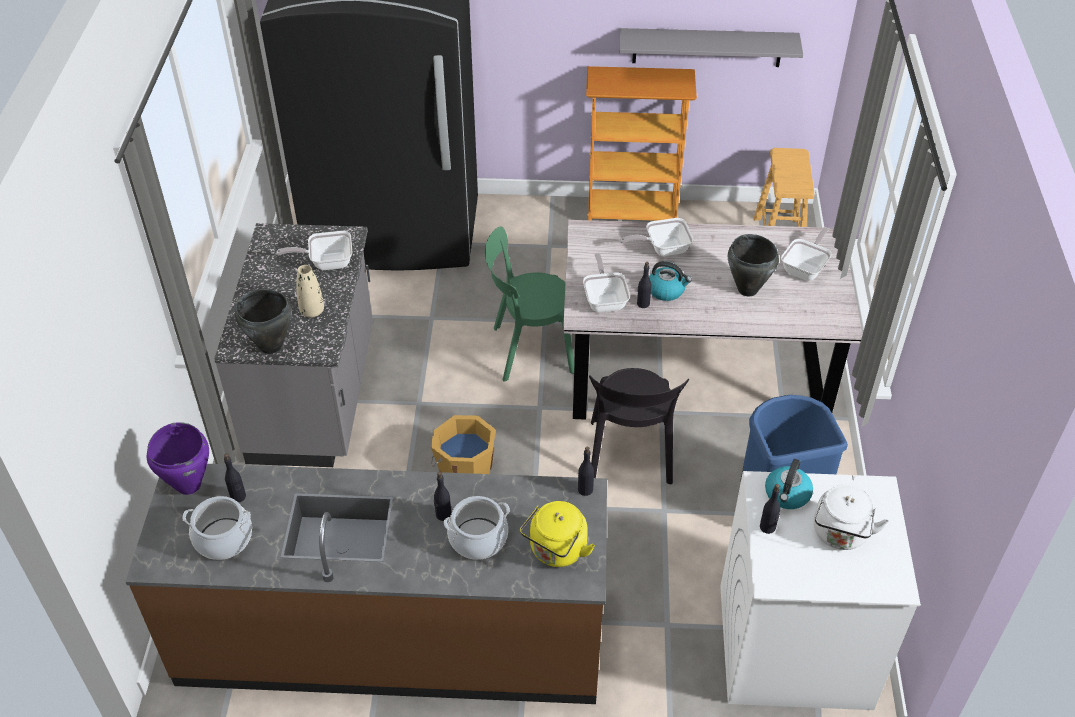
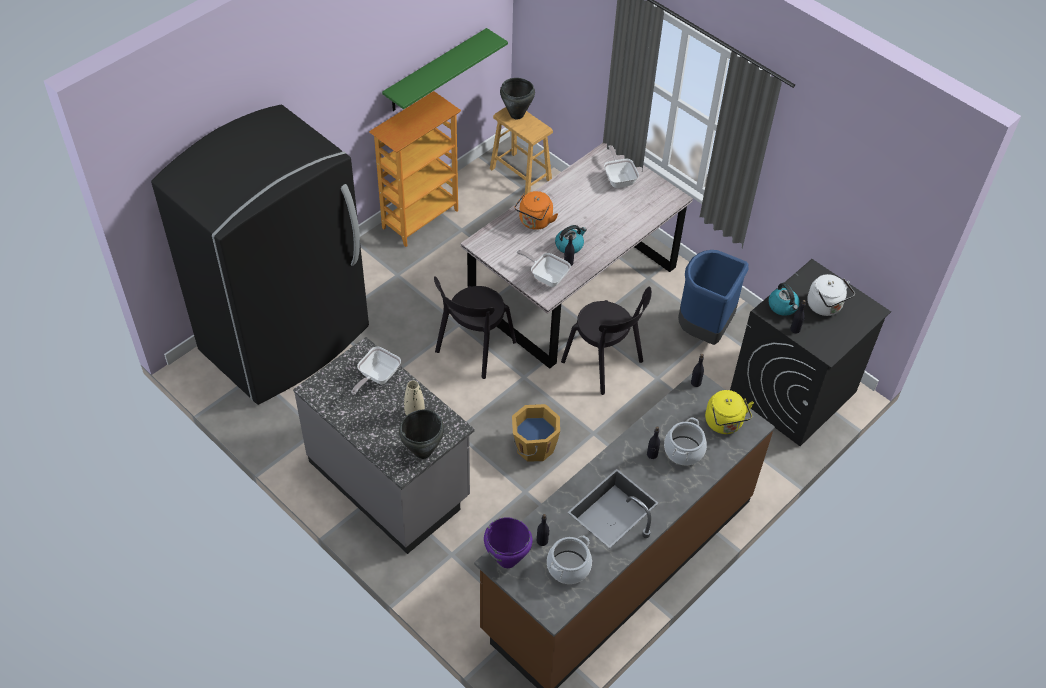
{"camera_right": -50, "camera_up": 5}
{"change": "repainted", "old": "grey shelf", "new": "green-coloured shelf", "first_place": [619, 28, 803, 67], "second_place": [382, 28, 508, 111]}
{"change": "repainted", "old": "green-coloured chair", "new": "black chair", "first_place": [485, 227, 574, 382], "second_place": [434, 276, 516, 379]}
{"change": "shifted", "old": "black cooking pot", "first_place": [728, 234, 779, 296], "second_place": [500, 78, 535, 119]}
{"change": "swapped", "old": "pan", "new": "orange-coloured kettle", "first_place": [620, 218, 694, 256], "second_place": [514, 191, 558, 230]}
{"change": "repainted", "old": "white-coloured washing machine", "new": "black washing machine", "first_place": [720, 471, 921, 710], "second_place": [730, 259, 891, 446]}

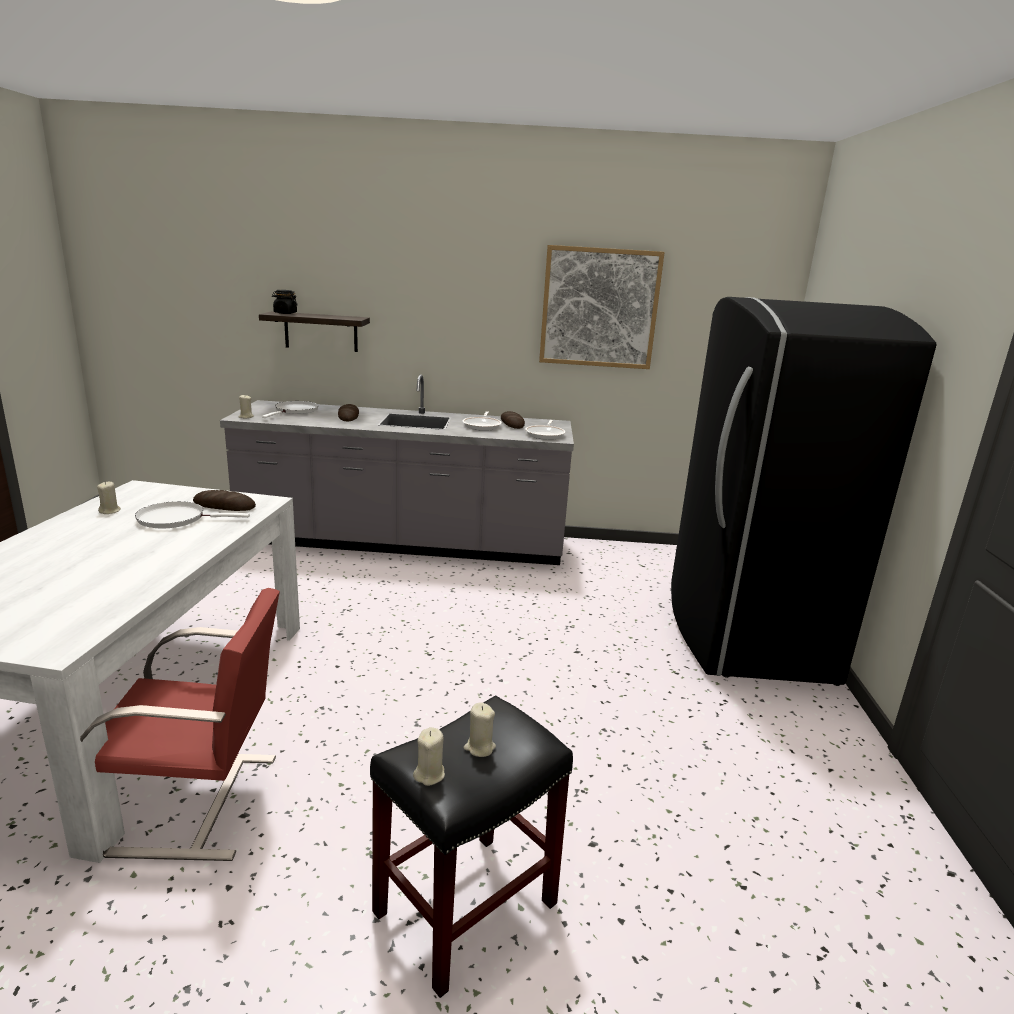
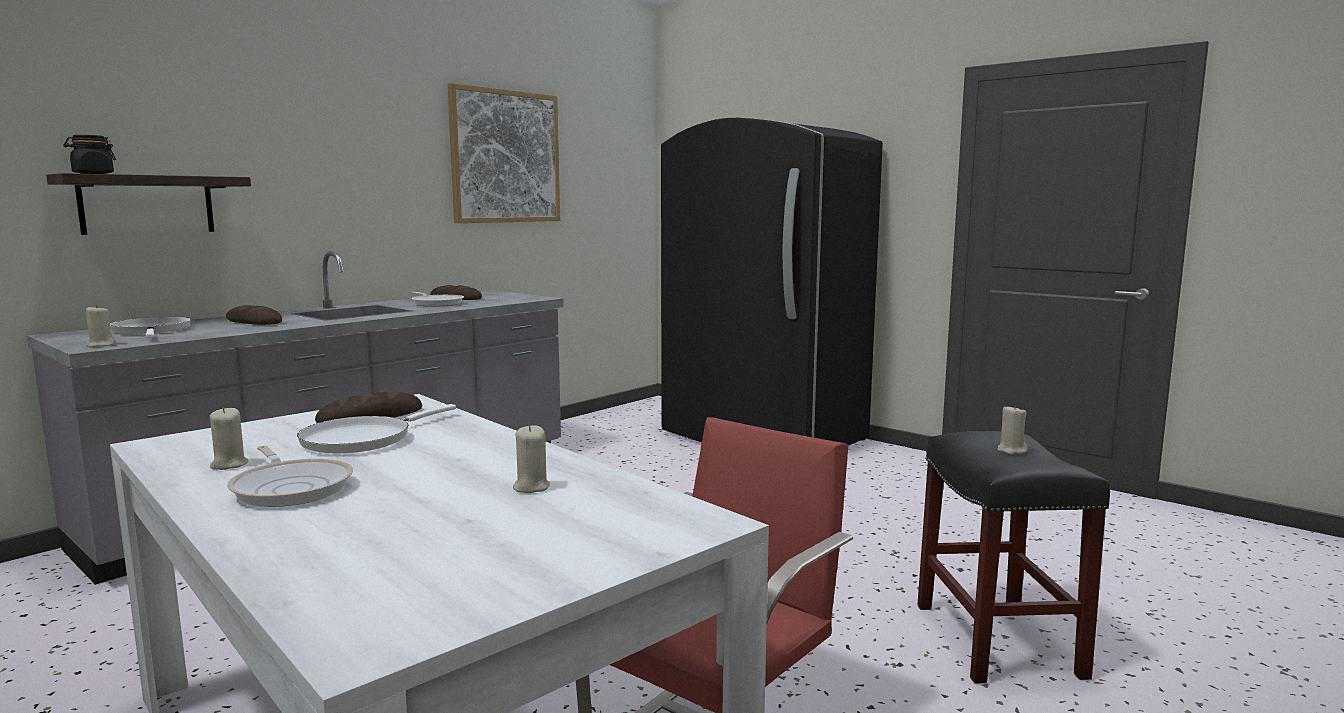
{"camera_right": -50, "camera_up": -10}
{"change": "shifted", "old": "pan", "first_place": [525, 420, 566, 440], "second_place": [227, 446, 353, 507]}
{"change": "shifted", "old": "beige-coloured wax candle", "first_place": [413, 727, 445, 786], "second_place": [513, 425, 550, 493]}

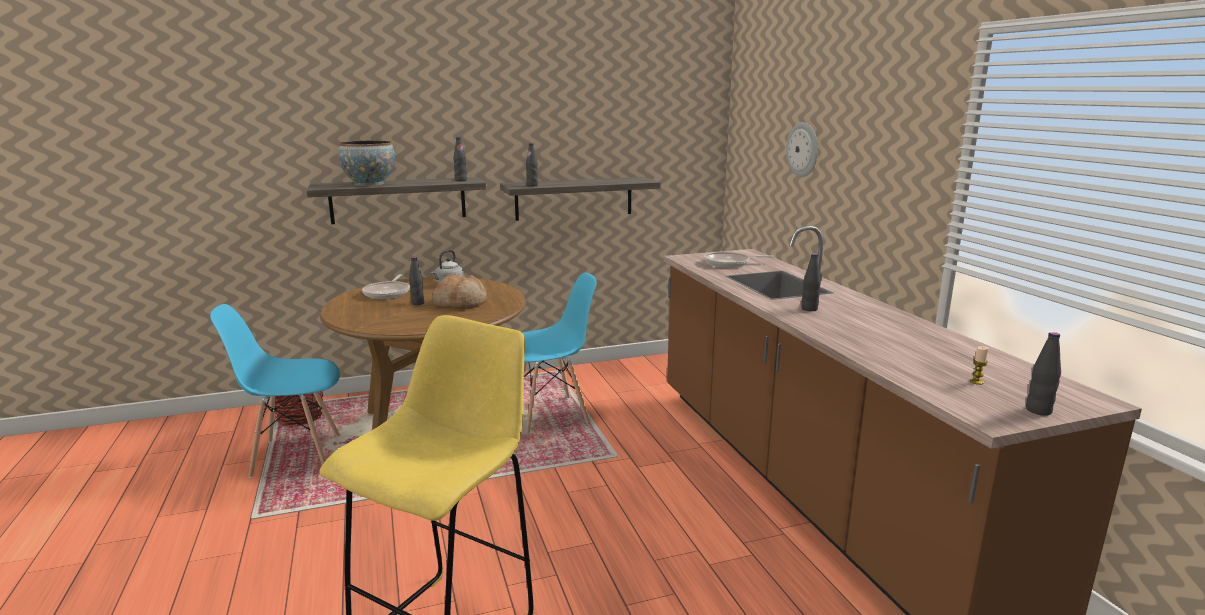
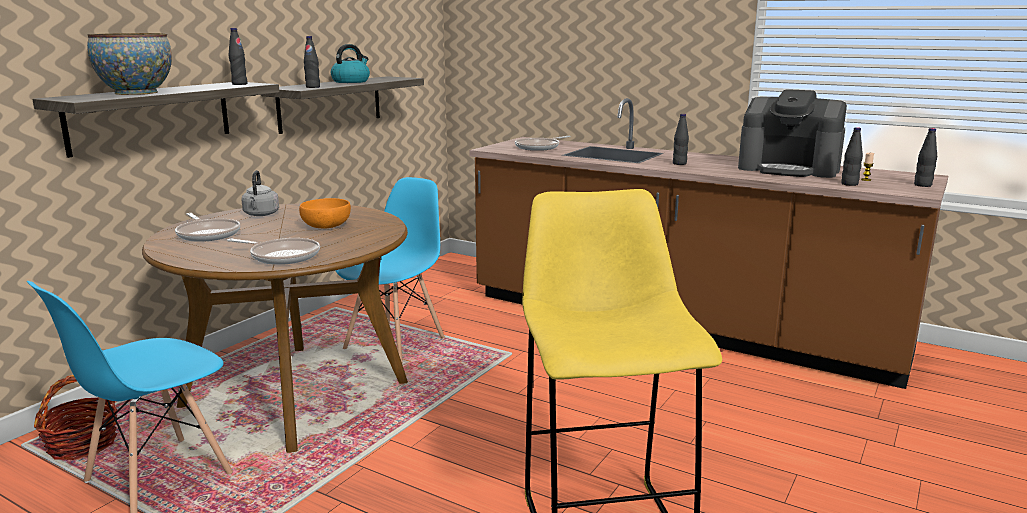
{"camera_right": -40, "camera_up": 0}
{"change": "new", "new": "pan", "second_place": [227, 238, 320, 265]}
{"change": "swapped", "old": "bakery bread", "new": "orange-coloured serving bowl", "first_place": [432, 275, 487, 309], "second_place": [299, 198, 351, 229]}
{"change": "new", "new": "kettle", "second_place": [331, 44, 370, 83]}
{"change": "new", "new": "coffee maker", "second_place": [738, 89, 847, 178]}
{"change": "shifted", "old": "black drink bottle", "first_place": [409, 257, 425, 305], "second_place": [841, 127, 863, 186]}
{"change": "gone", "old": "wall clock", "first_place": [786, 122, 818, 177]}

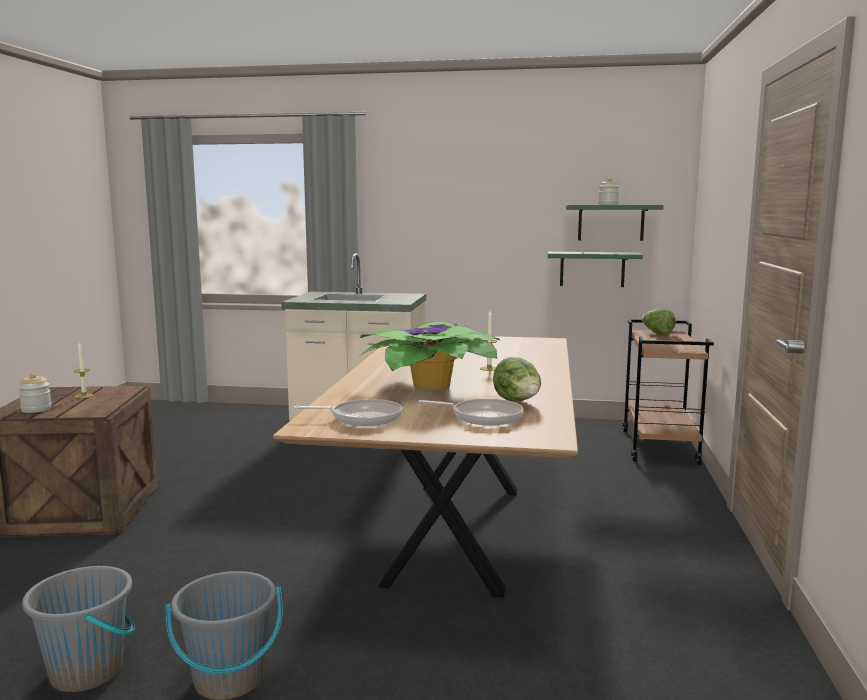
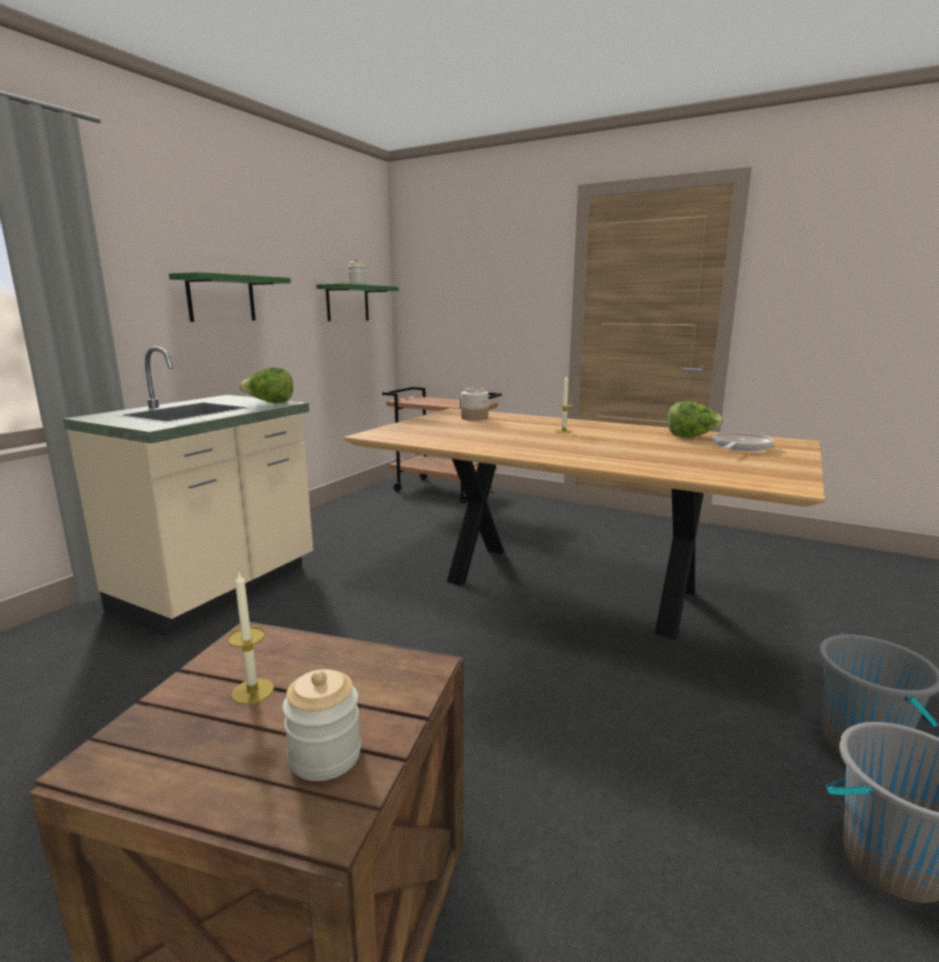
{"camera_right": -70, "camera_up": 5}
{"change": "shifted", "old": "green-coloured shelf", "first_place": [548, 252, 643, 287], "second_place": [169, 272, 291, 322]}
{"change": "shifted", "old": "lettuce", "first_place": [641, 308, 676, 335], "second_place": [239, 368, 293, 403]}
{"change": "new", "new": "preserve jar", "second_place": [461, 387, 489, 421]}
{"change": "gone", "old": "pan", "first_place": [294, 399, 403, 426]}
{"change": "gone", "old": "potted plant", "first_place": [360, 322, 500, 390]}

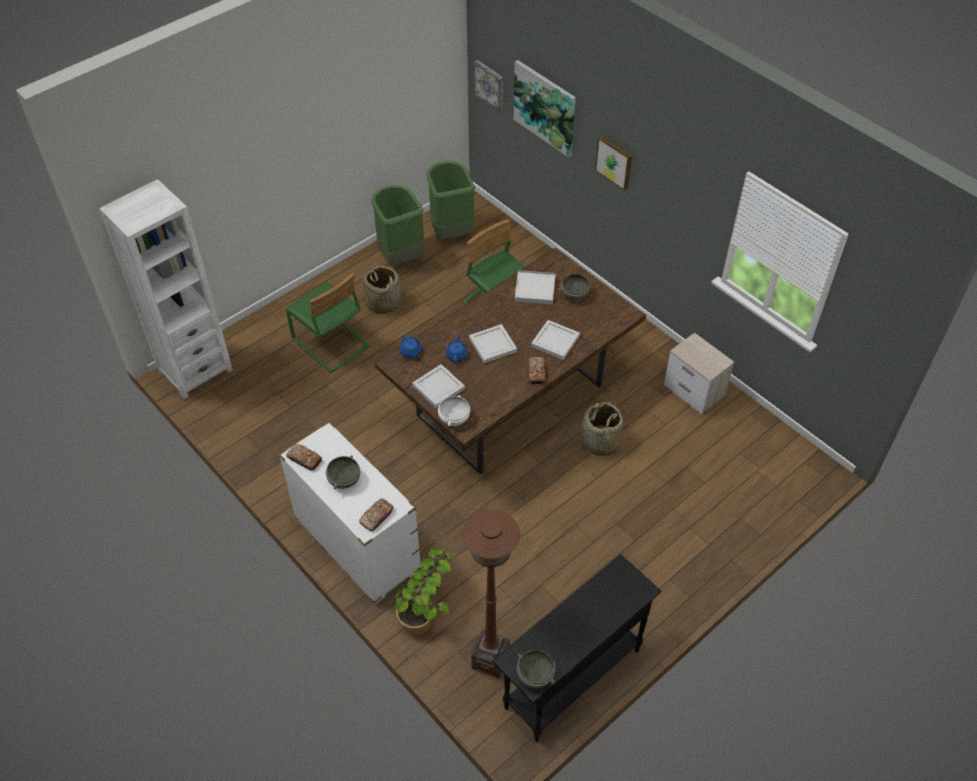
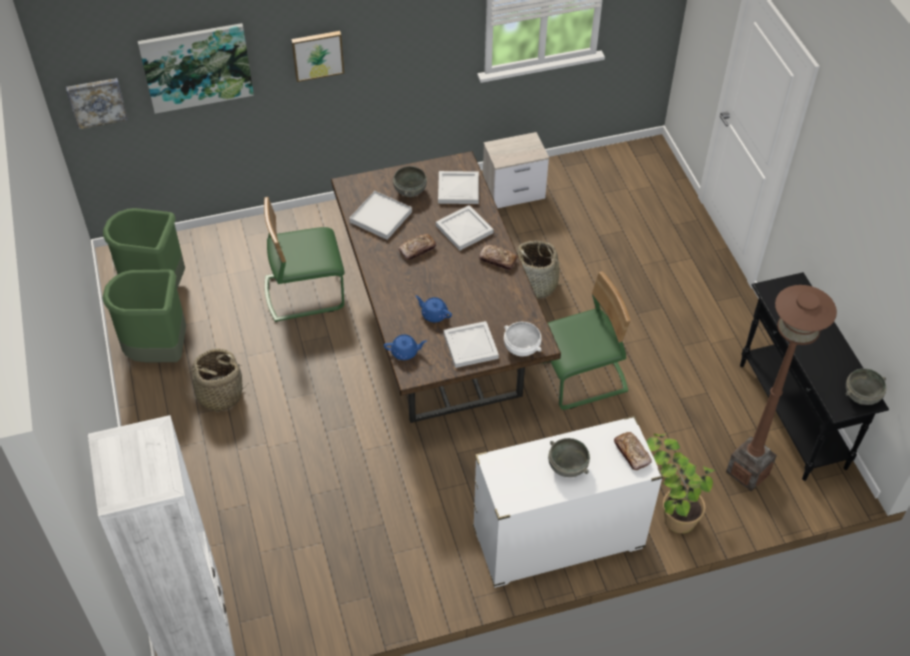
{"camera_right": -65, "camera_up": 0}
{"change": "shifted", "old": "bakery bread", "first_place": [286, 444, 322, 471], "second_place": [398, 234, 436, 260]}
{"change": "shifted", "old": "white-coloured tray", "first_place": [469, 324, 517, 363], "second_place": [438, 171, 479, 204]}
{"change": "shifted", "old": "green-coloured chair", "first_place": [286, 273, 370, 373], "second_place": [540, 271, 631, 410]}

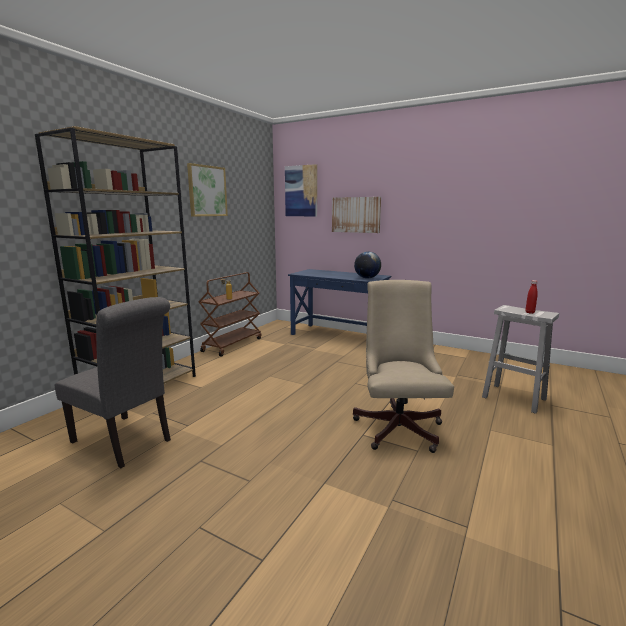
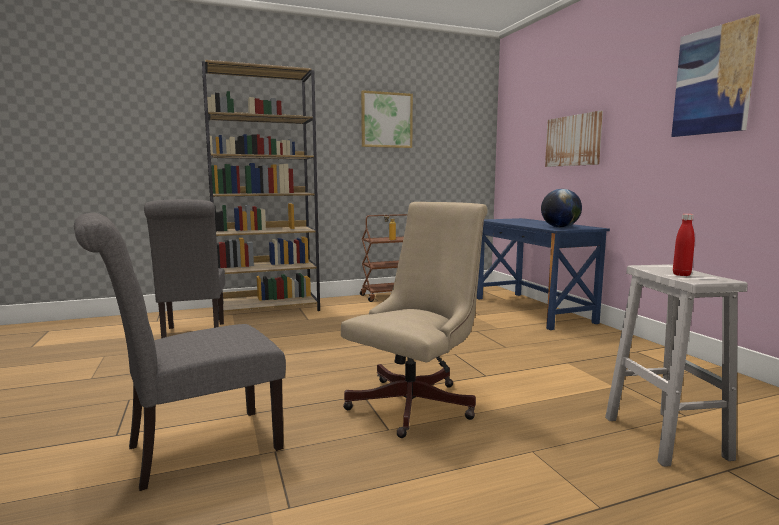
{"camera_right": 40, "camera_up": -5}
{"change": "new", "new": "grey chair", "second_place": [74, 213, 286, 491]}
{"change": "shifted", "old": "picture", "first_place": [285, 164, 317, 216], "second_place": [671, 14, 760, 137]}

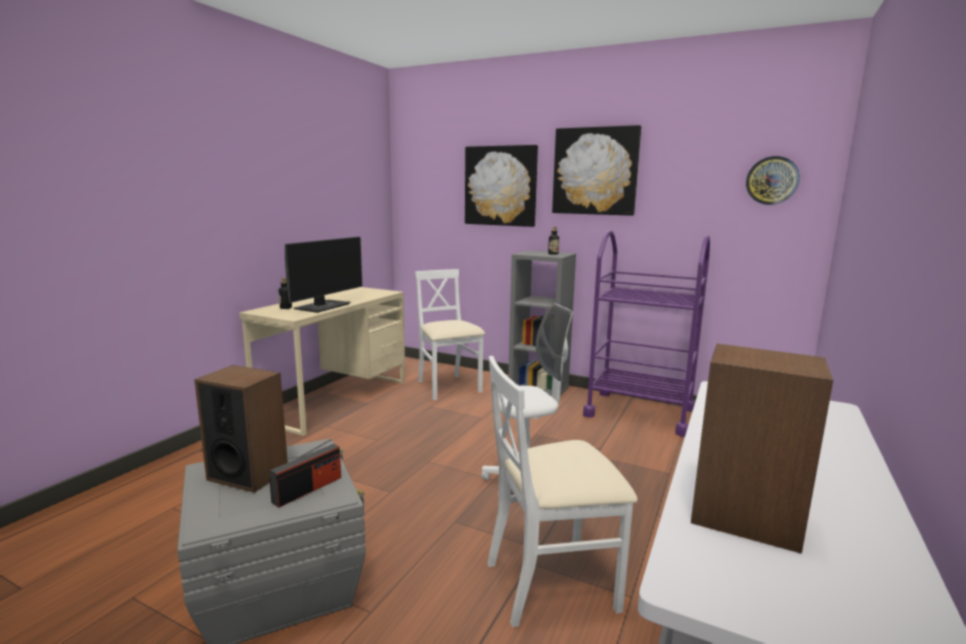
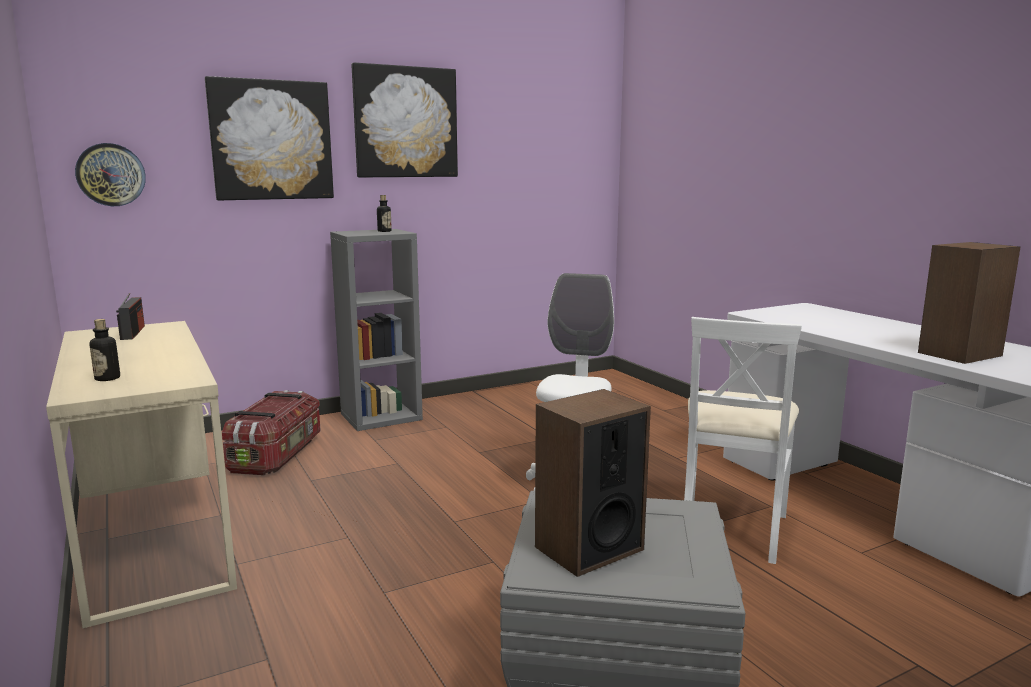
{"camera_right": -55, "camera_up": 0}
{"change": "shifted", "old": "wall clock", "first_place": [746, 156, 800, 205], "second_place": [75, 143, 146, 206]}
{"change": "shifted", "old": "radio", "first_place": [269, 439, 341, 508], "second_place": [116, 293, 145, 340]}
{"change": "swapped", "old": "white-coloured chair", "new": "storage bin", "first_place": [415, 269, 485, 400], "second_place": [222, 390, 321, 475]}
{"change": "gone", "old": "computer display", "first_place": [285, 237, 362, 313]}
{"change": "gone", "old": "purplish trolley", "first_place": [583, 230, 710, 437]}

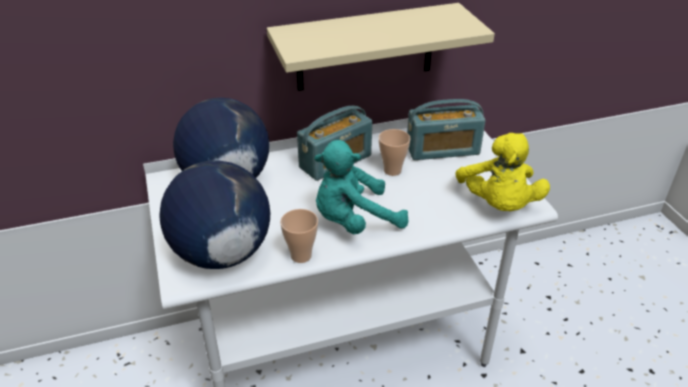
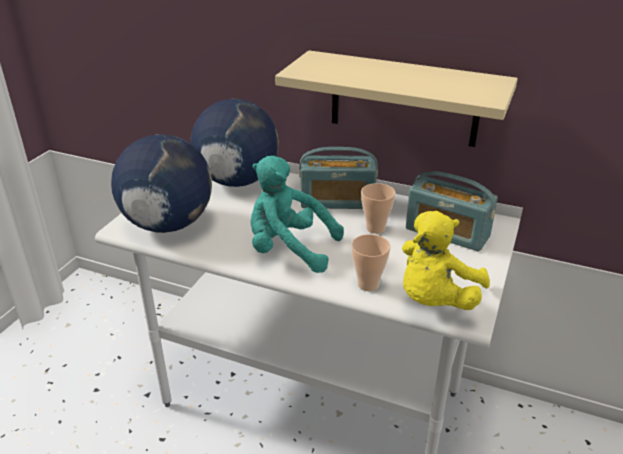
{"camera_right": 40, "camera_up": -5}
{"change": "shifted", "old": "cup", "first_place": [280, 209, 318, 263], "second_place": [351, 234, 391, 291]}

